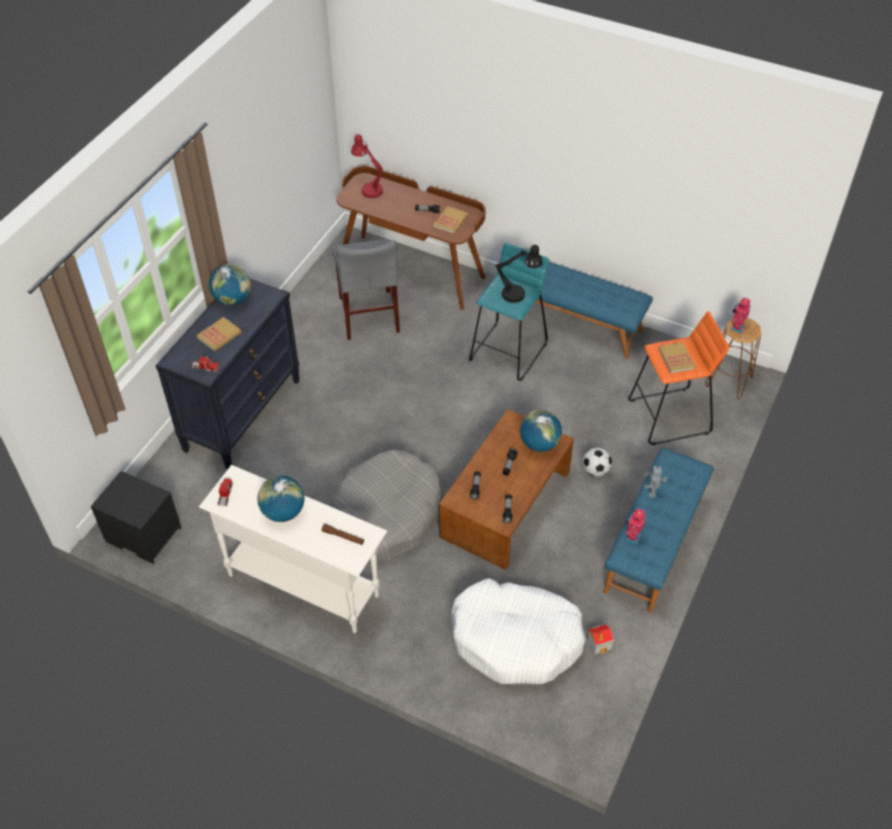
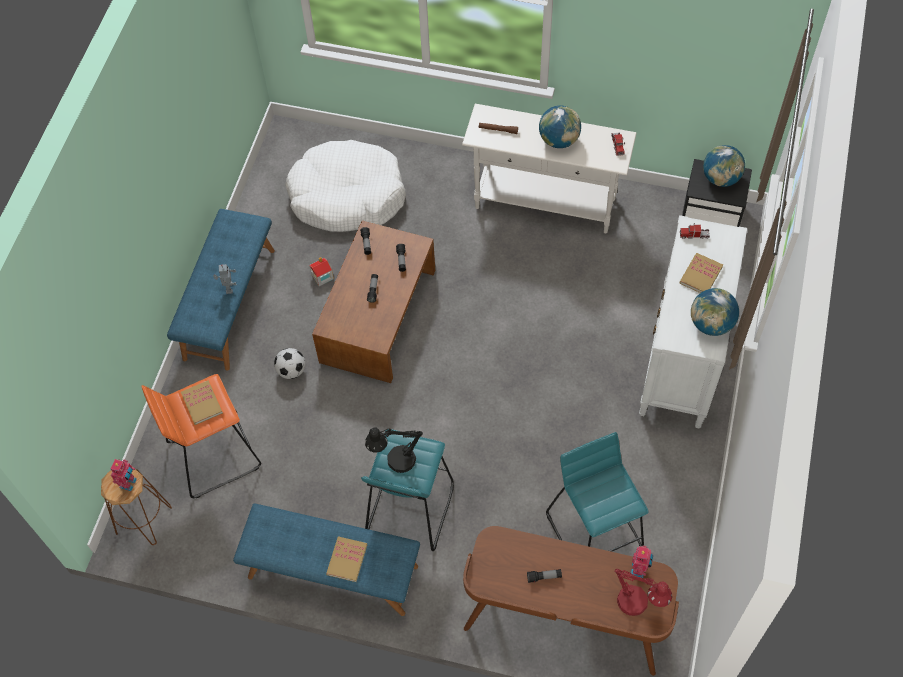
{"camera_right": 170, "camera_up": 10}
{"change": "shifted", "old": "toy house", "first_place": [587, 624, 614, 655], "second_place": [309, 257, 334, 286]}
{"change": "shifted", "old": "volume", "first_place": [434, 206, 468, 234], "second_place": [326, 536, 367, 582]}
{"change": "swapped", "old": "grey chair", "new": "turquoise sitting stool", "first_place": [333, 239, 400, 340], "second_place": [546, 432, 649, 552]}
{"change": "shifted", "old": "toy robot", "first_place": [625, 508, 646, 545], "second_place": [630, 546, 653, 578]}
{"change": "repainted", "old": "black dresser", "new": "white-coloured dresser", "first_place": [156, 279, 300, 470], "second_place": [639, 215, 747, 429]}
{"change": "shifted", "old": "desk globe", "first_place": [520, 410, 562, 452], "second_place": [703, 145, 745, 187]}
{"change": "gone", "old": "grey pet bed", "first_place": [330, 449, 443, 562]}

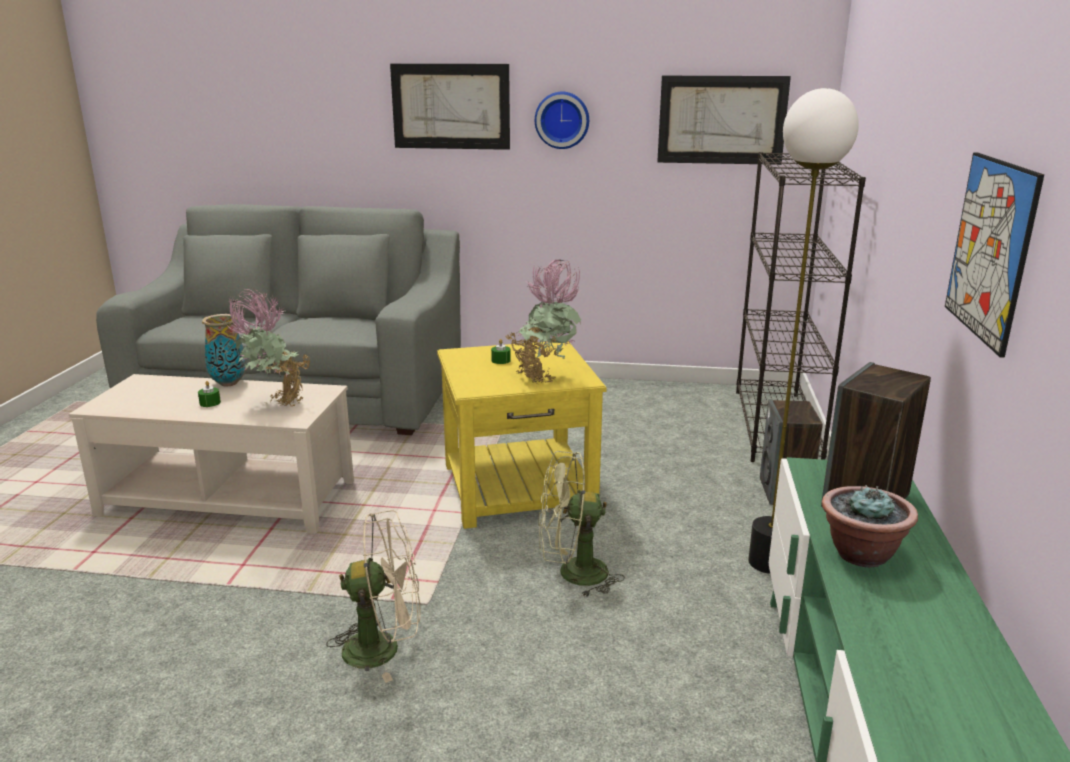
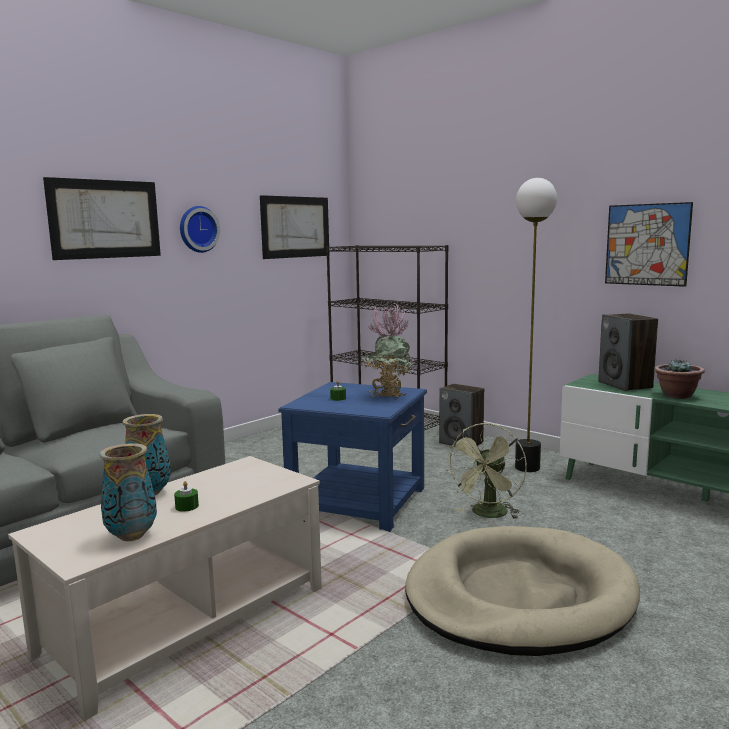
{"camera_right": -55, "camera_up": -10}
{"change": "new", "new": "vase", "second_place": [99, 443, 157, 541]}
{"change": "repainted", "old": "yellow end table", "new": "bluish end table", "first_place": [437, 341, 607, 529], "second_place": [278, 382, 427, 532]}
{"change": "swapped", "old": "beige-coloured fan", "new": "beige-coloured pet bed", "first_place": [326, 510, 420, 683], "second_place": [406, 526, 640, 656]}
{"change": "gone", "old": "potted plant", "first_place": [225, 288, 310, 407]}

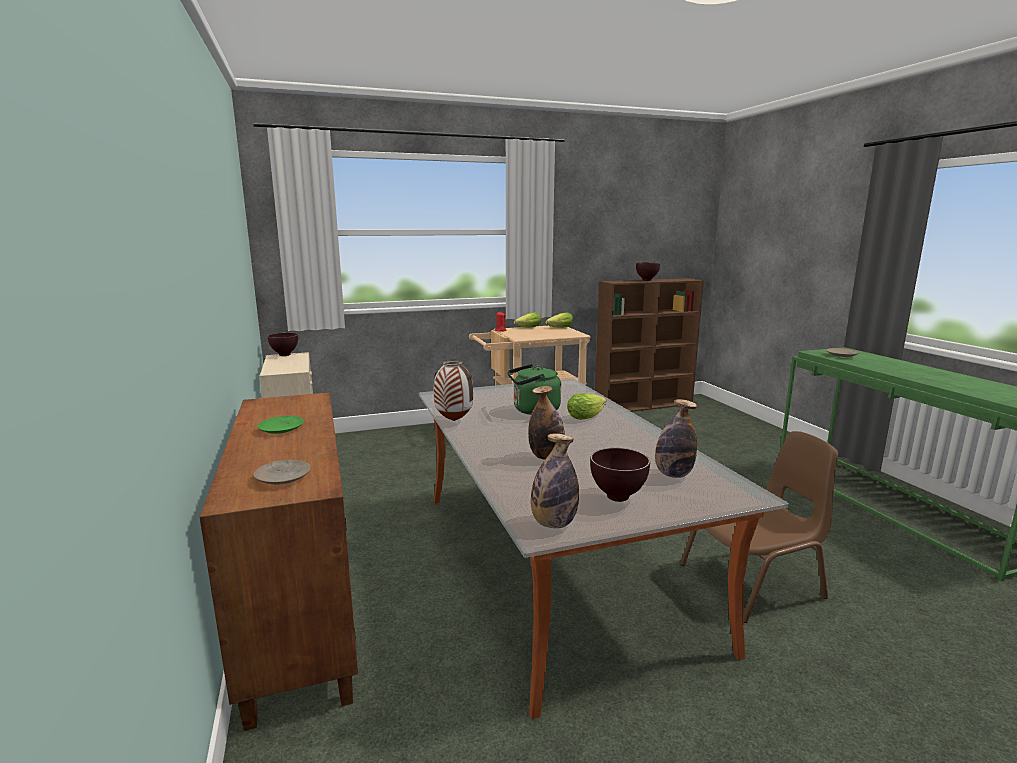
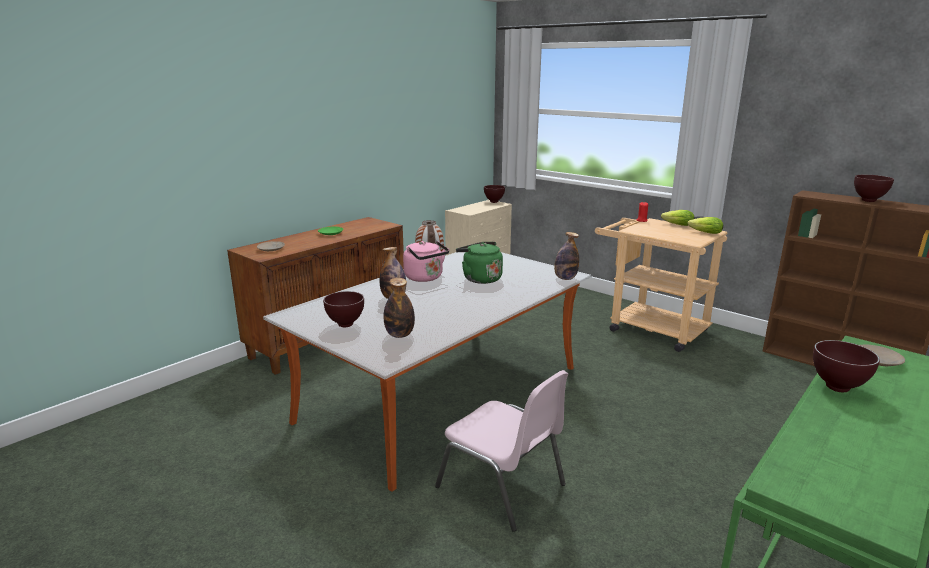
{"camera_right": 60, "camera_up": 5}
{"change": "new", "new": "pinkish kettle", "second_place": [403, 241, 449, 282]}
{"change": "repainted", "old": "brown chair", "new": "pinkish chair", "first_place": [680, 431, 838, 623], "second_place": [435, 370, 568, 532]}
{"change": "shifted", "old": "drink bottle", "first_place": [531, 434, 579, 528], "second_place": [554, 232, 579, 280]}
{"change": "new", "new": "brown serving bowl", "second_place": [813, 340, 880, 392]}
{"change": "gone", "old": "lettuce", "first_place": [567, 393, 606, 420]}

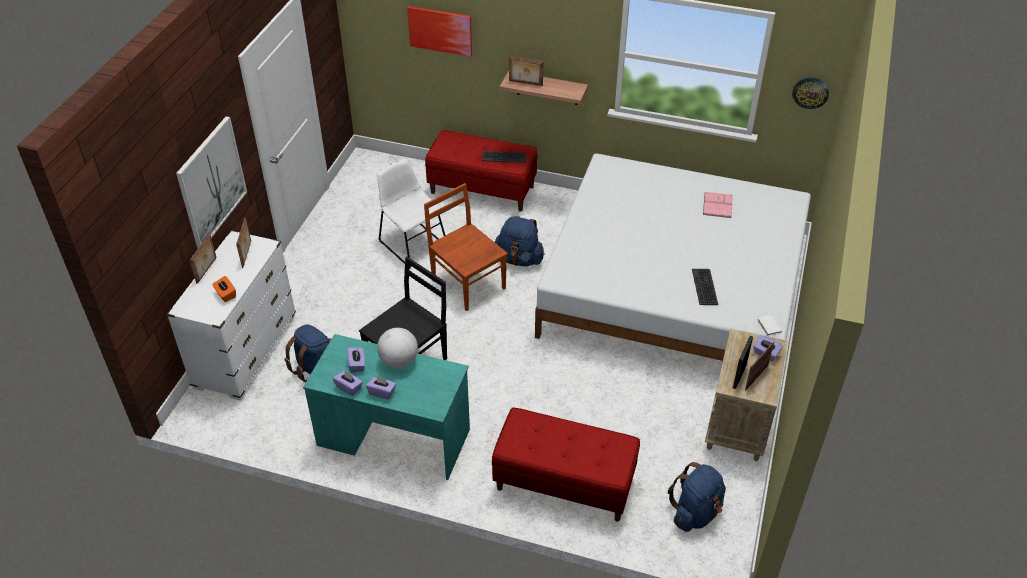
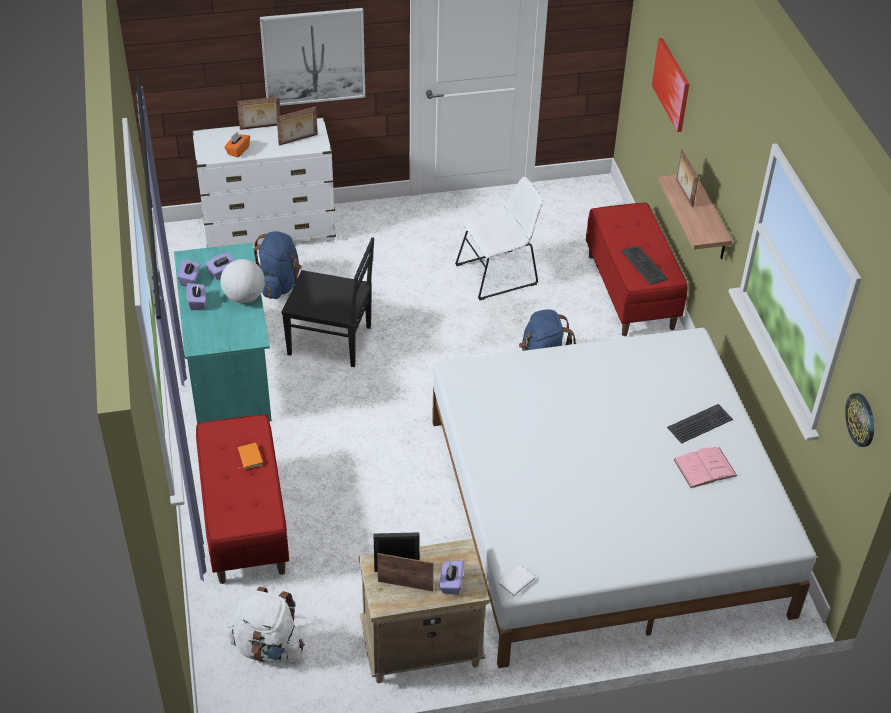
{"camera_right": 60, "camera_up": 0}
{"change": "repainted", "old": "bluish rucksack", "new": "white-coloured rucksack", "first_place": [668, 462, 726, 532], "second_place": [227, 587, 305, 663]}
{"change": "new", "new": "orange-coloured volume", "second_place": [238, 443, 263, 469]}
{"change": "rotated", "old": "white-coloured chair", "first_place": [377, 158, 446, 269], "second_place": [455, 177, 543, 300], "degrees": 45}
{"change": "shifted", "old": "keyboard", "first_place": [692, 269, 718, 305], "second_place": [667, 404, 733, 444]}
{"change": "gone", "old": "brown chair", "first_place": [424, 183, 508, 311]}

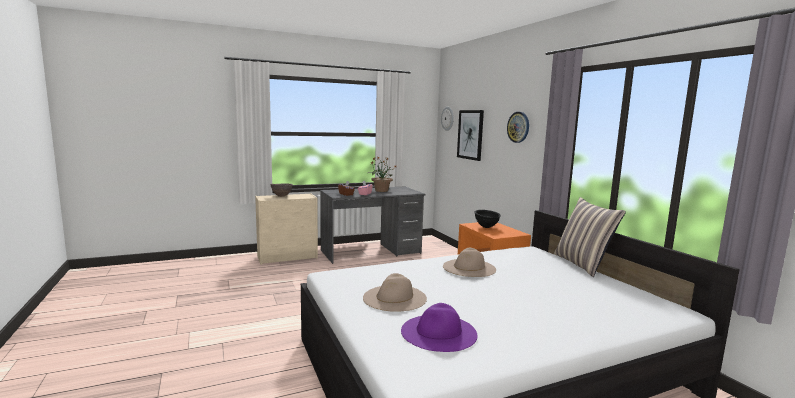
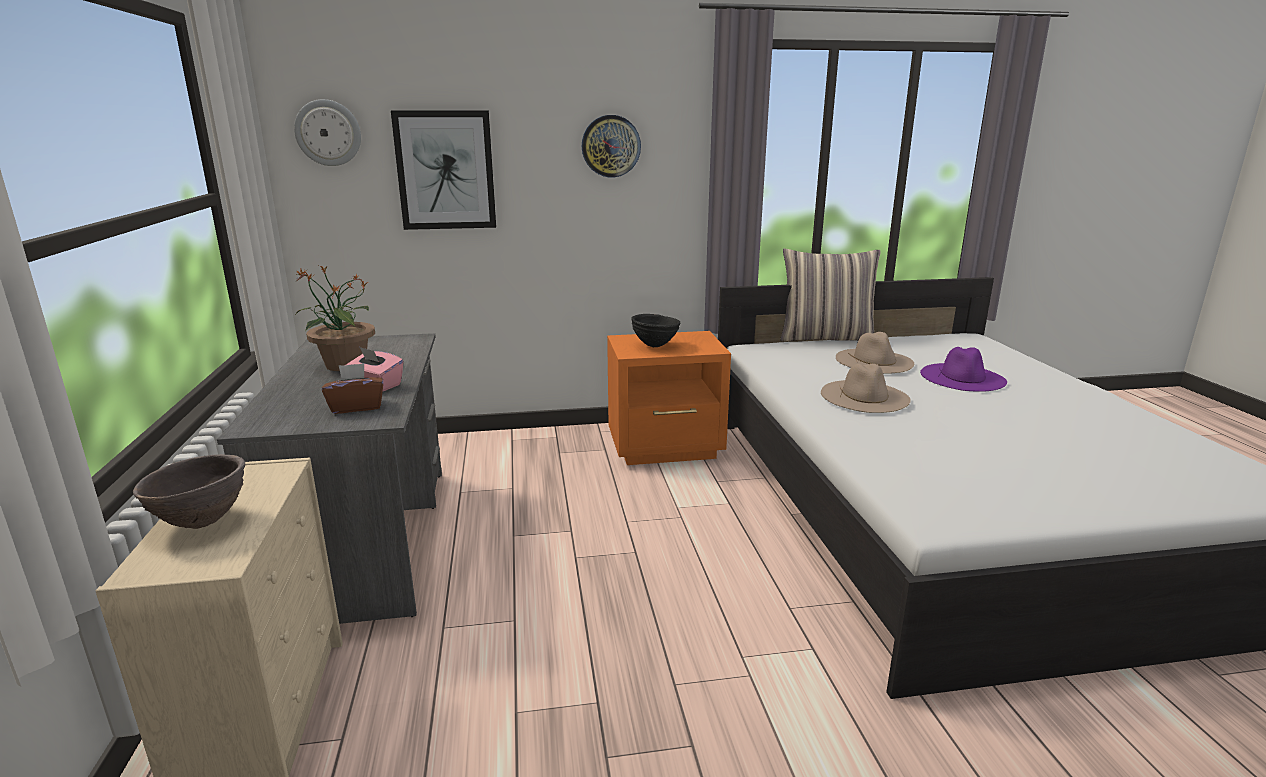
{"camera_right": -75, "camera_up": 10}
{"change": "shifted", "old": "beige-coloured hat", "first_place": [363, 273, 427, 312], "second_place": [836, 332, 914, 374]}
{"change": "shifted", "old": "purplish hat", "first_place": [401, 303, 477, 352], "second_place": [920, 347, 1007, 392]}

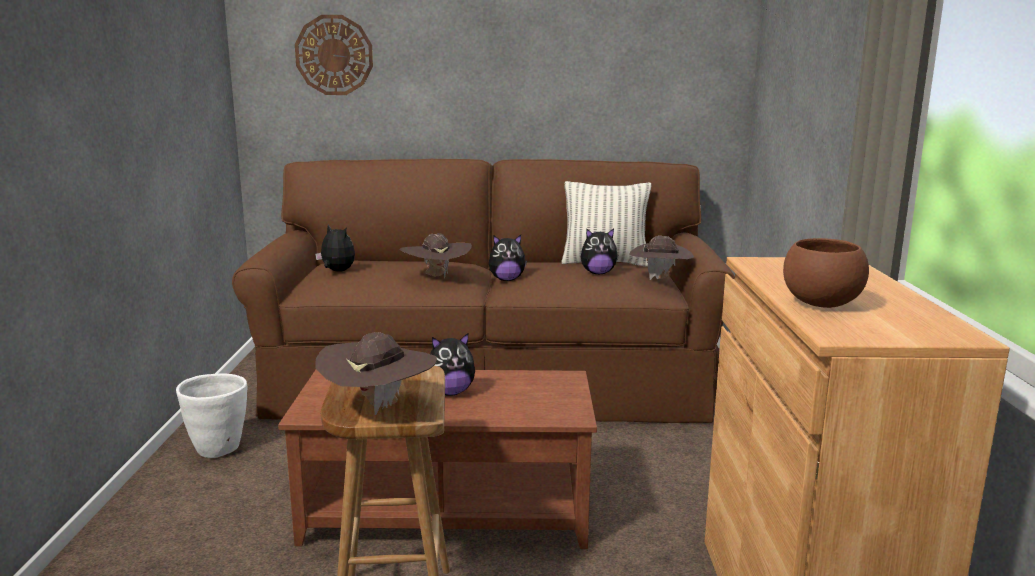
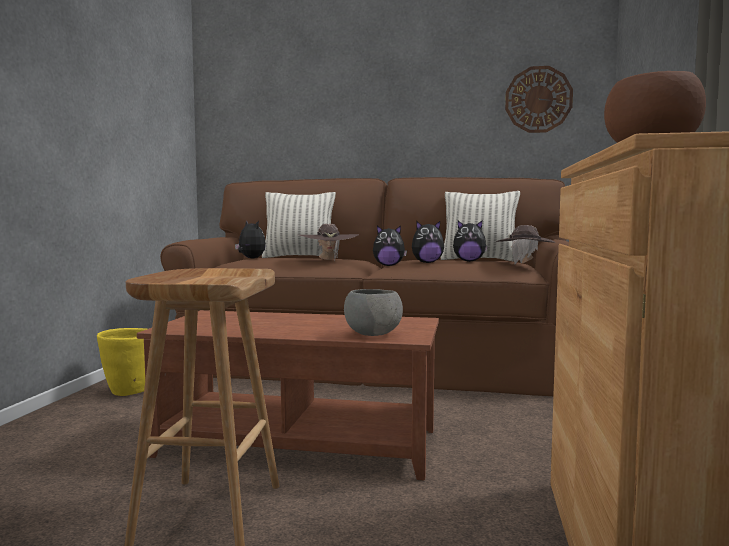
{"camera_right": 10, "camera_up": -10}
{"change": "repainted", "old": "white-coloured flower pot", "new": "yellow flower pot", "first_place": [176, 373, 247, 458], "second_place": [97, 328, 147, 396]}
{"change": "new", "new": "throw pillow", "second_place": [262, 192, 336, 258]}
{"change": "new", "new": "grey serving bowl", "second_place": [344, 289, 403, 336]}
{"change": "shifted", "old": "soft toy", "first_place": [430, 333, 475, 396], "second_place": [412, 221, 444, 263]}
{"change": "shifted", "old": "wall clock", "first_place": [295, 15, 373, 95], "second_place": [505, 66, 573, 133]}
{"change": "gone", "old": "brown hat", "first_place": [316, 332, 437, 415]}

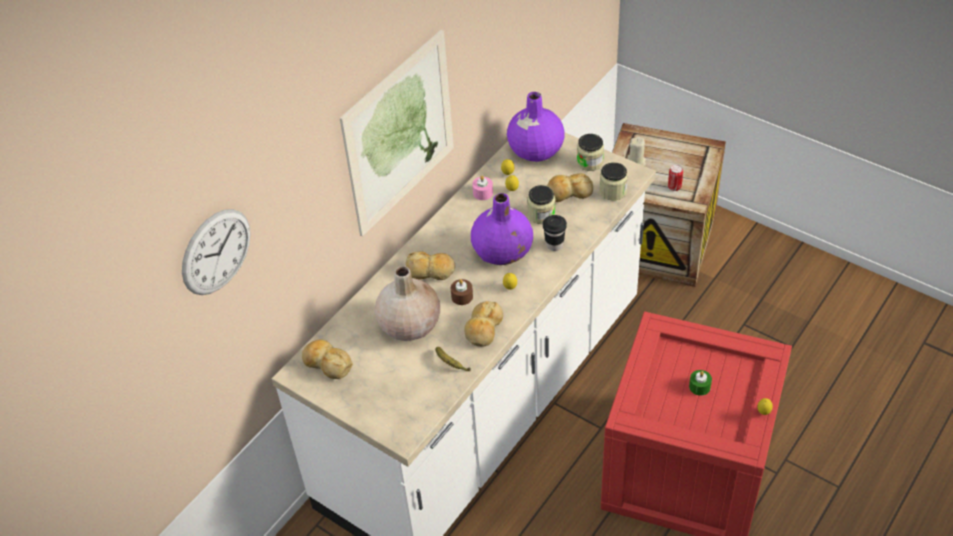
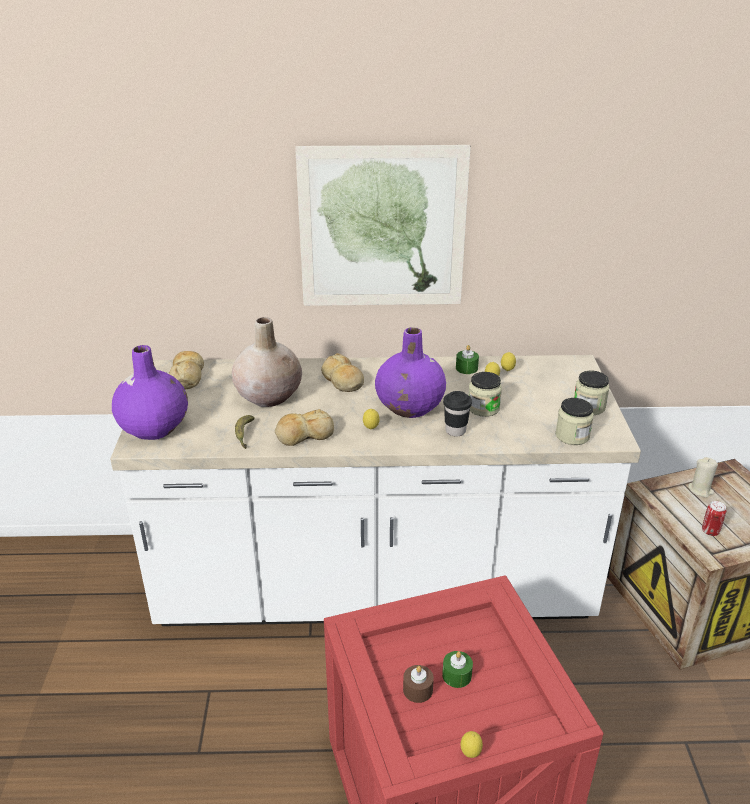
{"camera_right": 50, "camera_up": -15}
{"change": "shifted", "old": "purplish vase", "first_place": [507, 92, 565, 162], "second_place": [112, 345, 188, 440]}
{"change": "shifted", "old": "brown wax candle", "first_place": [451, 279, 473, 305], "second_place": [403, 665, 434, 703]}
{"change": "repainted", "old": "pinkish wax candle", "new": "green-coloured wax candle", "first_place": [472, 176, 493, 200], "second_place": [456, 345, 479, 374]}
{"change": "gone", "old": "wall clock", "first_place": [182, 209, 250, 295]}
{"change": "gone", "old": "bakery bread", "first_place": [547, 173, 593, 202]}

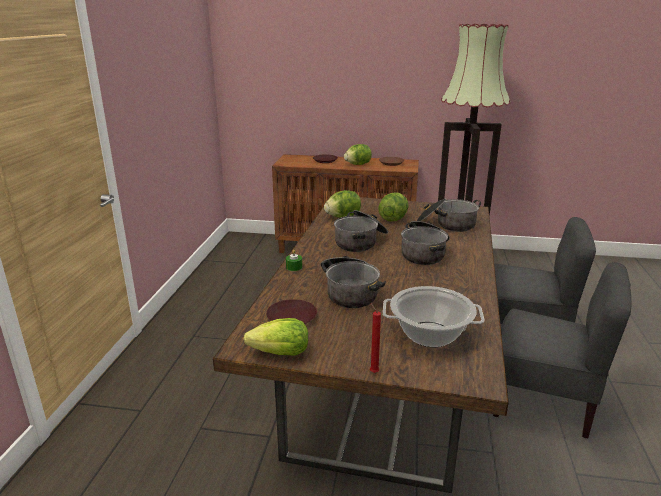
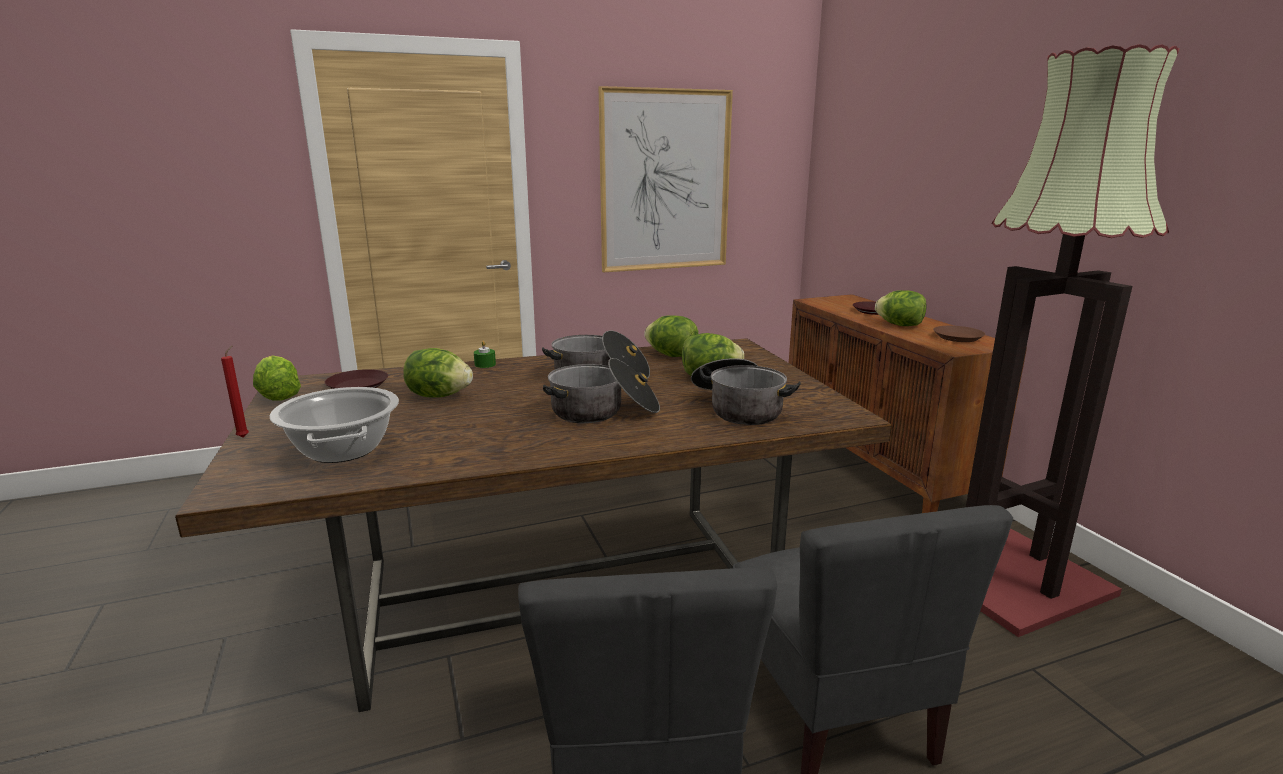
{"camera_right": 60, "camera_up": -5}
{"change": "swapped", "old": "cooking pot", "new": "lettuce", "first_place": [321, 256, 386, 308], "second_place": [403, 348, 473, 398]}
{"change": "new", "new": "picture", "second_place": [599, 86, 733, 272]}

